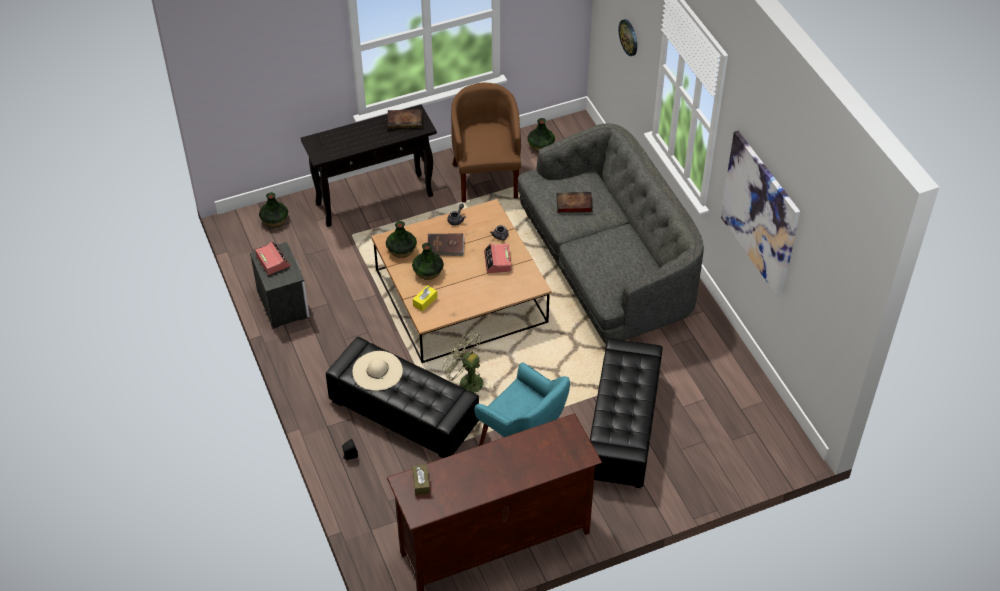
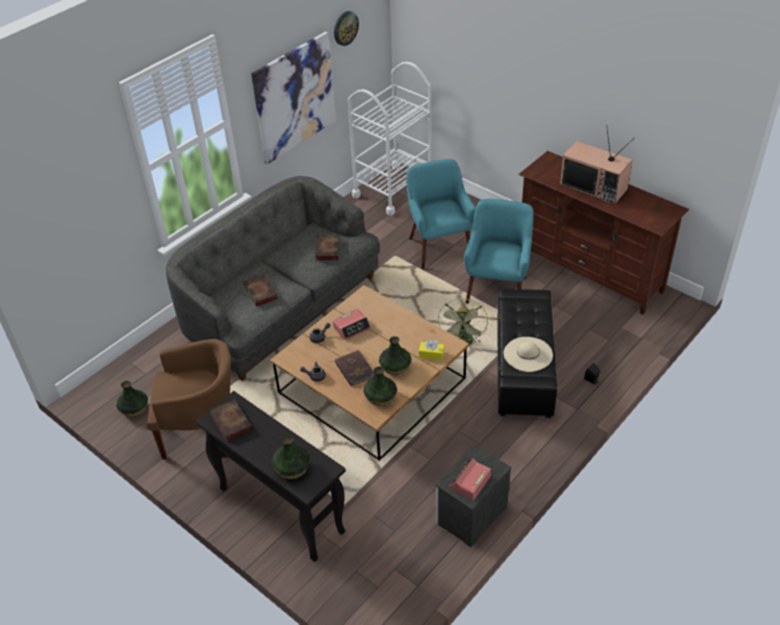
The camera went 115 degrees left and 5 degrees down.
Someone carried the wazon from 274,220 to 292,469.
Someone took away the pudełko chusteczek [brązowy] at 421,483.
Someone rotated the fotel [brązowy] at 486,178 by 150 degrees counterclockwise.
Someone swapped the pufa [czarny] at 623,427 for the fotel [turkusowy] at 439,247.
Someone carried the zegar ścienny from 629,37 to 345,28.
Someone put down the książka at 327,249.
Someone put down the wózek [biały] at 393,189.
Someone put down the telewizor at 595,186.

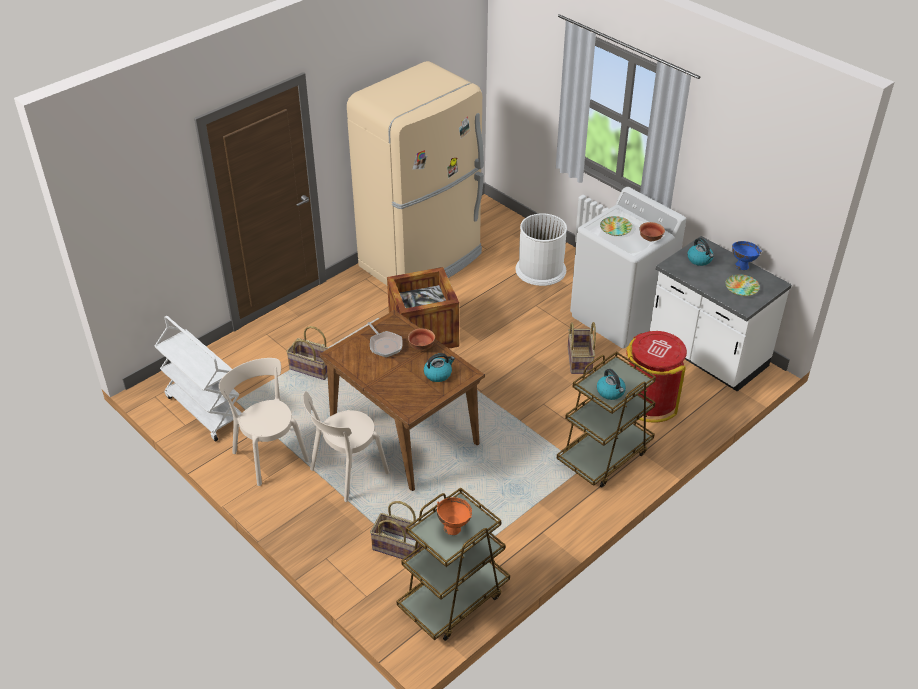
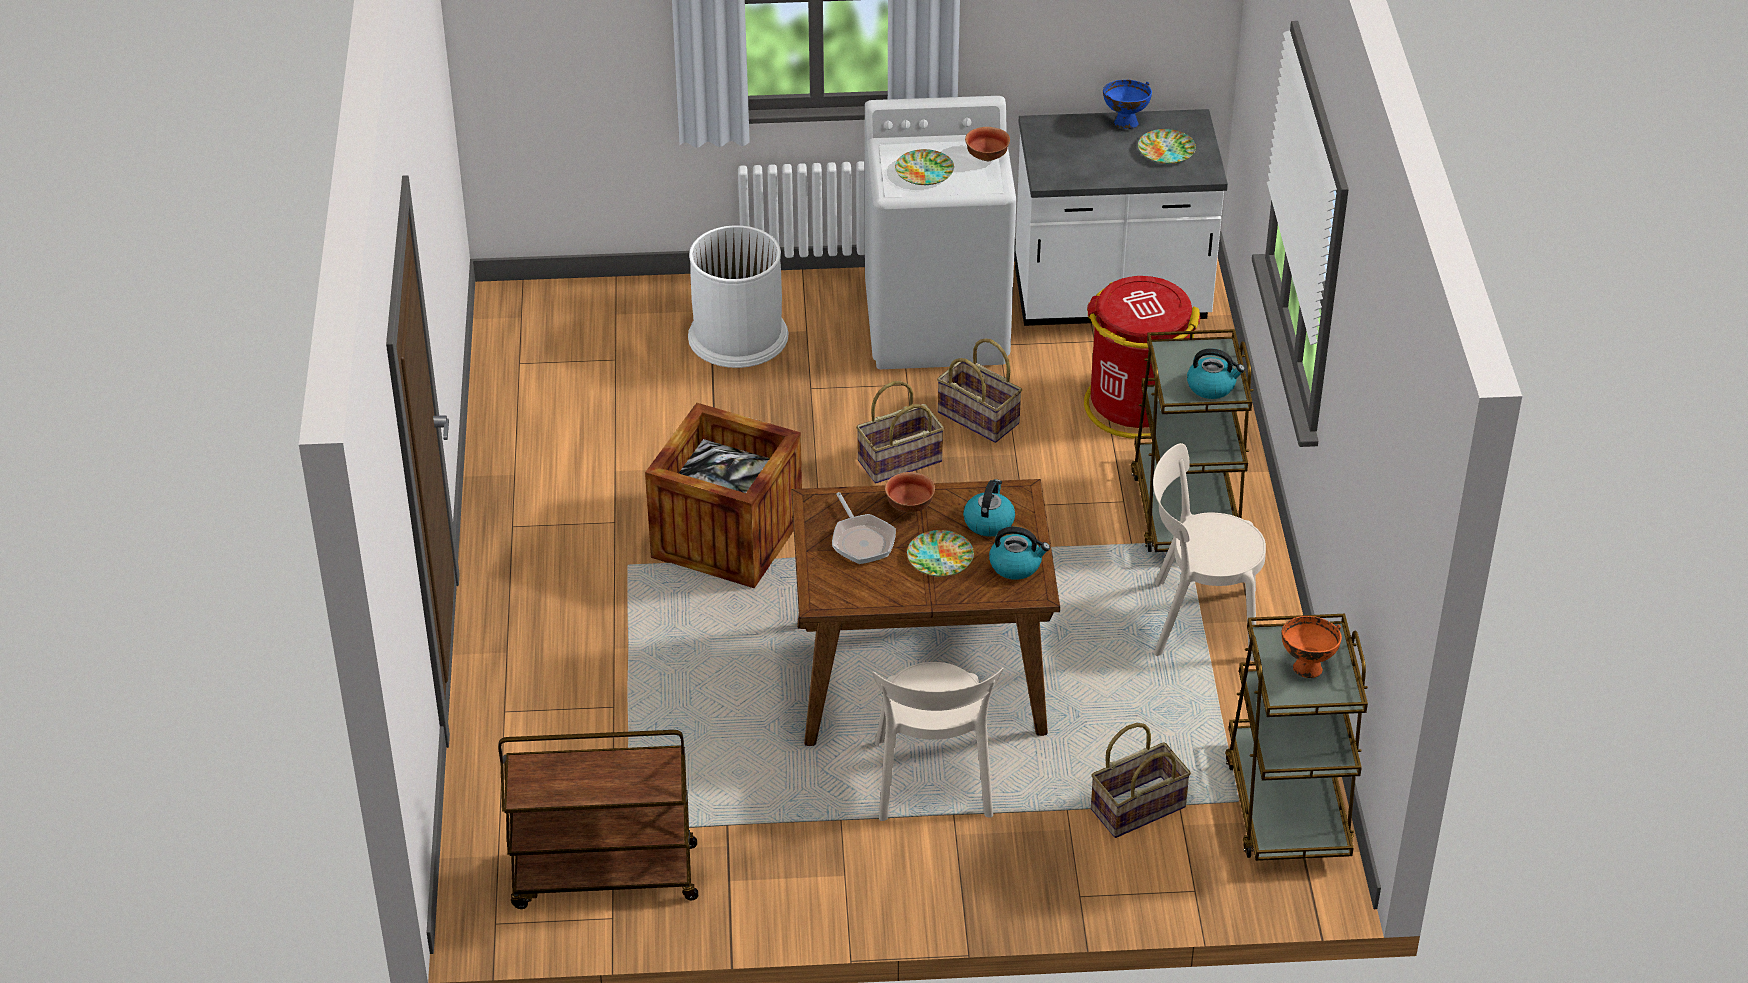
The camera went 50 degrees left and 0 degrees up.
Someone repainted the wózek [biały] at 204,410, which became the wózek [brązowy] at 603,877.
Someone carried the krzesło [beżowy] from 269,454 to 1197,621.
Someone carried the koszyk from 311,368 to 900,462.
Someone took away the lodówka [beżowy] at 422,260.
Someone rotated the patelnia at 384,345 by 60 degrees clockwise.
Someone carried the czajnik from 700,260 to 1016,565.
Someone put down the talerz at 939,558.

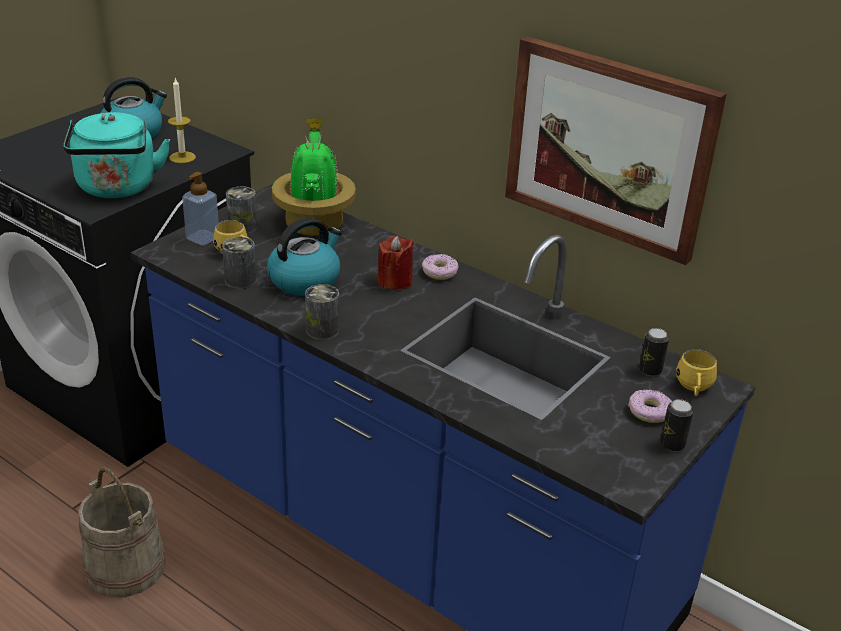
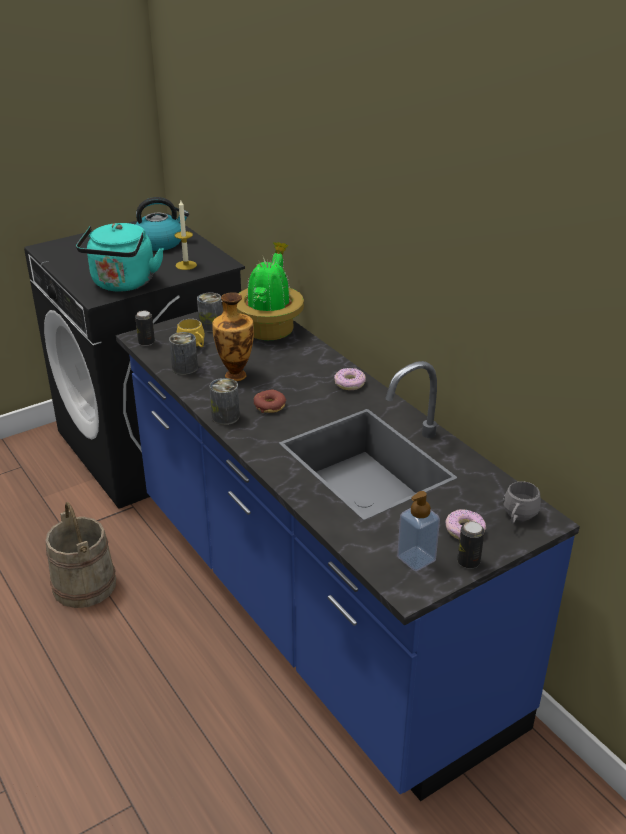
The camera went 20 degrees right and 0 degrees up.
Someone carried the dozownik mydła from 202,238 to 416,559.
Someone swapped the czajnik at 305,279 for the wazon at 235,374.
Someone took away the świeca [czerwony] at 395,281.
Someone took away the obraz at 608,147.
Someone carried the puszka from 650,370 to 146,342.
Someone repainted the kubek [żółty] at 693,389, which became the kubek [szary] at 518,518.
Someone put down the donut at 270,406.

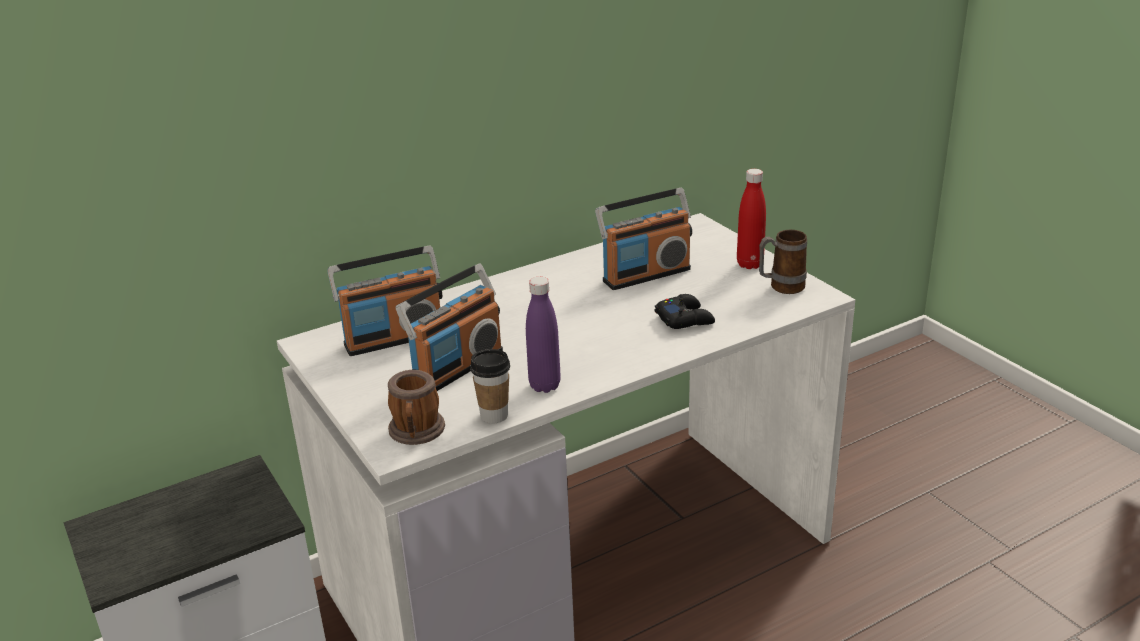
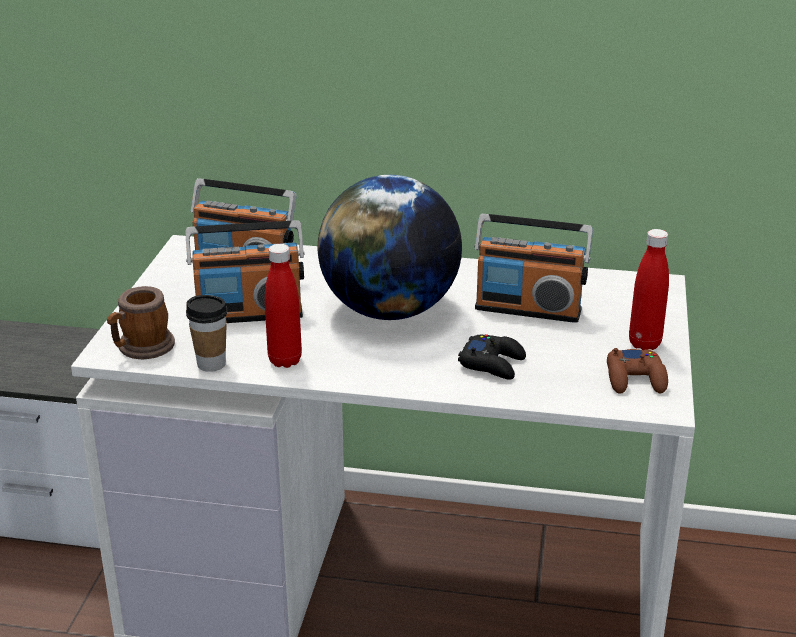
The camera went 40 degrees right and 0 degrees up.
Someone repainted the butelka [fioletowy] at 544,385, which became the butelka [czerwony] at 285,360.
Someone swapped the kubek at 780,287 for the pad do gier [brązowy] at 635,379.
Someone put down the globus at 389,311.

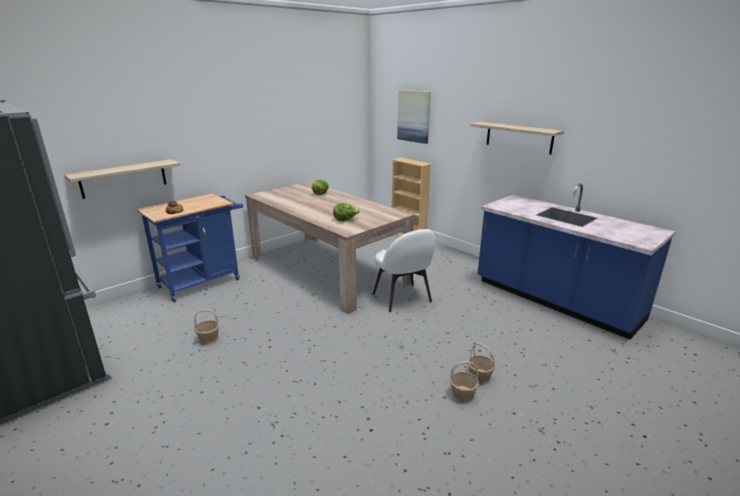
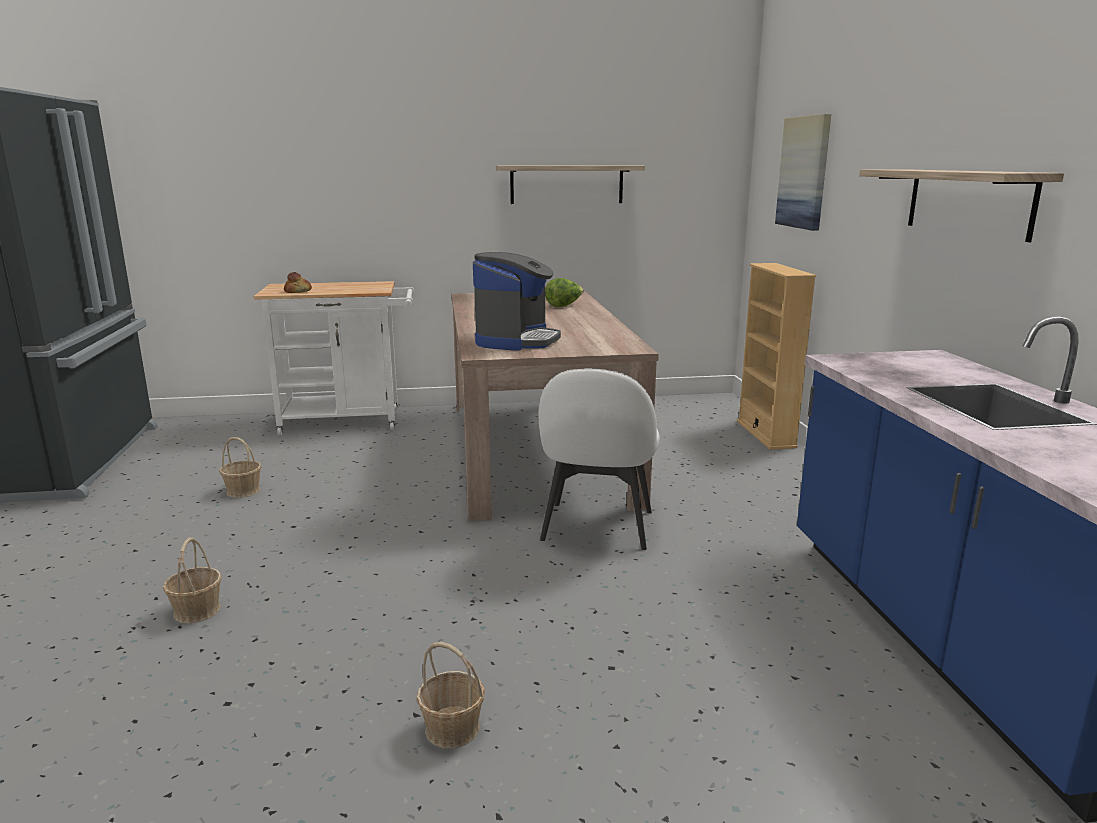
The camera went 35 degrees right and 5 degrees down.
Someone carried the półka from 124,178 to 566,184.
Someone repainted the wózek [niebieski] at 204,281, which became the wózek [biały] at 349,421.
Someone swapped the sałata at 345,220 for the ekspres do kawy at 516,340.
Someone carried the koszyk from 479,377 to 197,611.

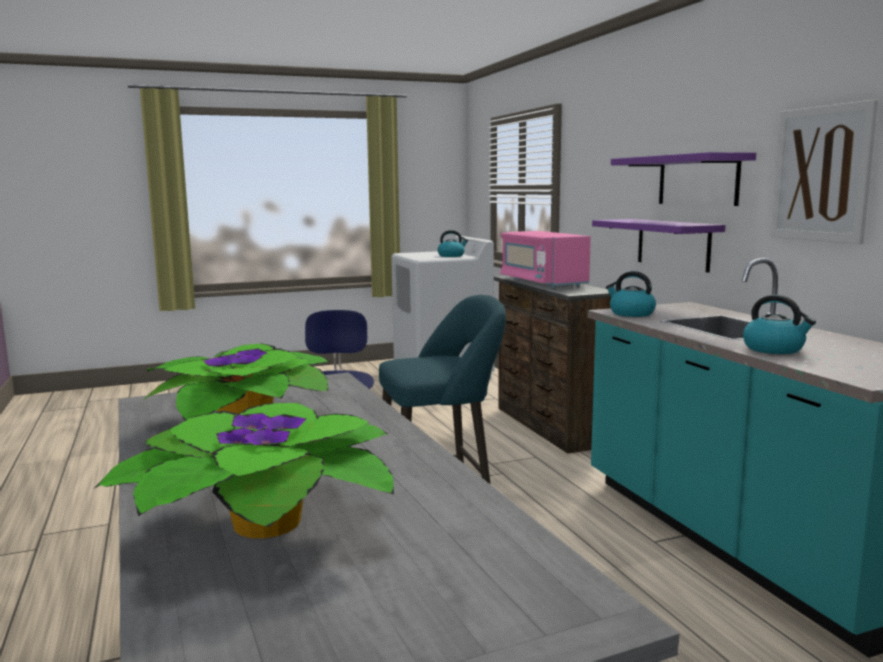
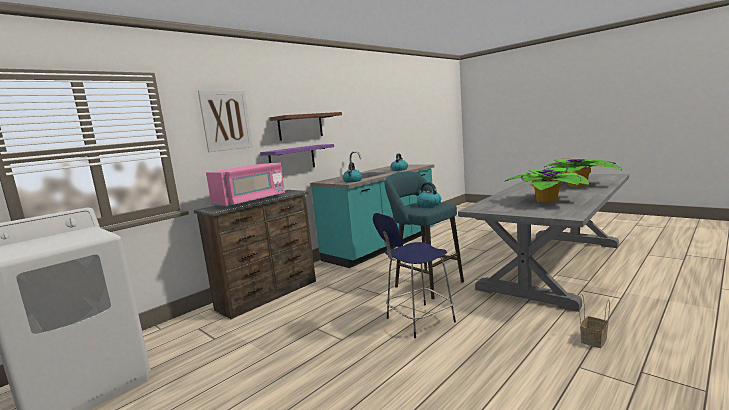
The camera went 115 degrees left and 0 degrees up.
Someone carried the czajnik from 451,256 to 428,204.
Someone repainted the półka [fioletowy] at 697,180, which became the półka [brązowy] at 300,126.
Someone carried the obraz from 821,174 to 226,120.
Someone put down the koszyk at 593,339.

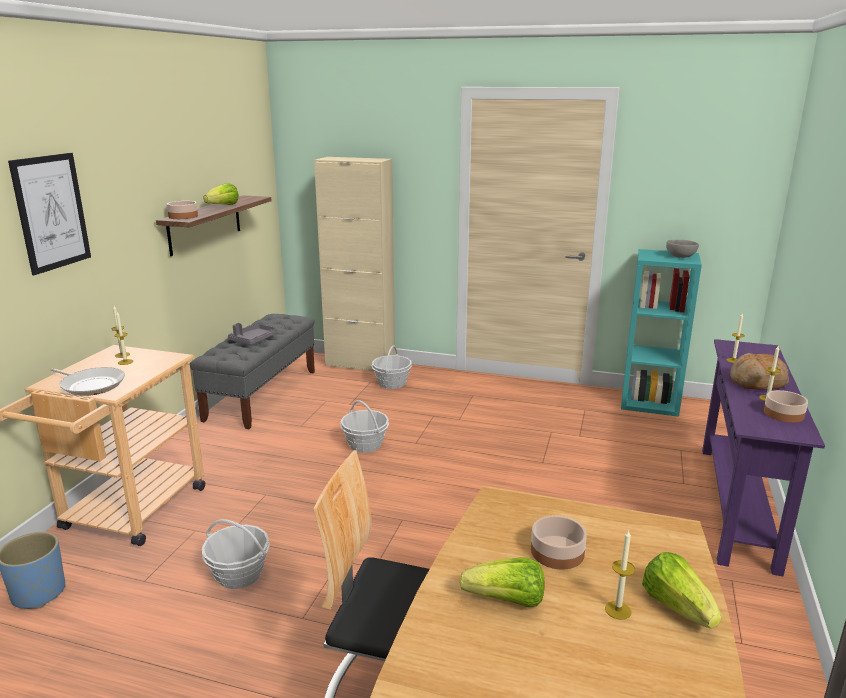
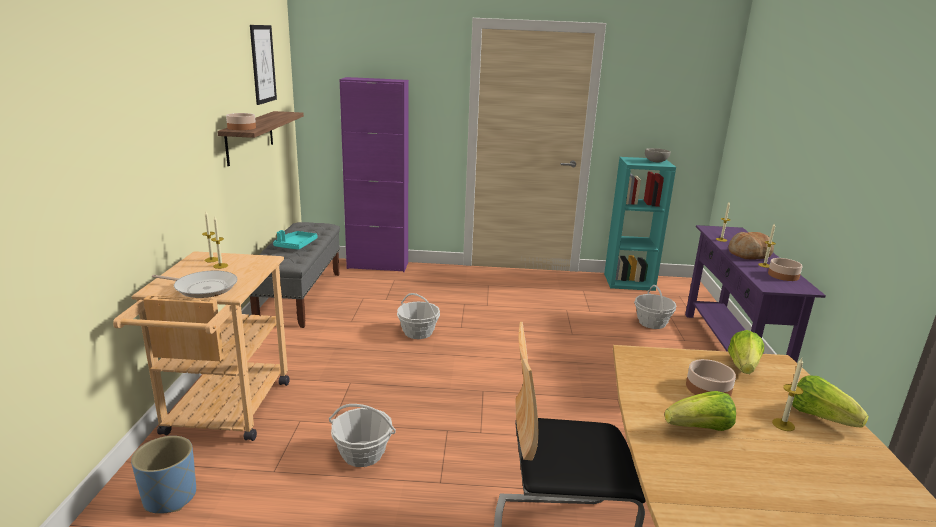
The camera went 15 degrees left and 0 degrees up.
Someone carried the obraz from 51,212 to 263,64.
Someone carried the sałata from 223,206 to 743,367.
Someone repainted the taca [szary] at 253,340, which became the taca [turkusowy] at 296,245.
Someone repainted the szafka [beżowy] at 360,364, which became the szafka [fioletowy] at 377,265.
Someone carried the koszyk from 392,383 to 652,323.

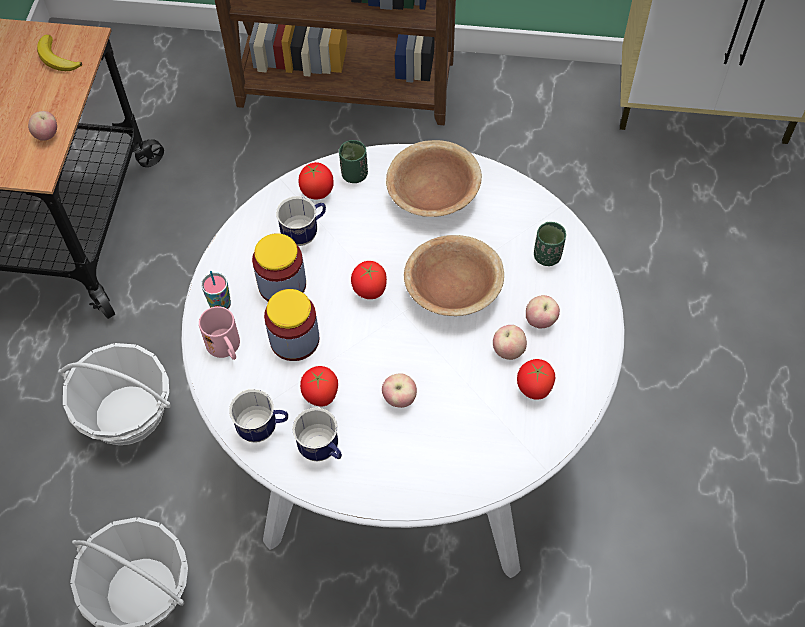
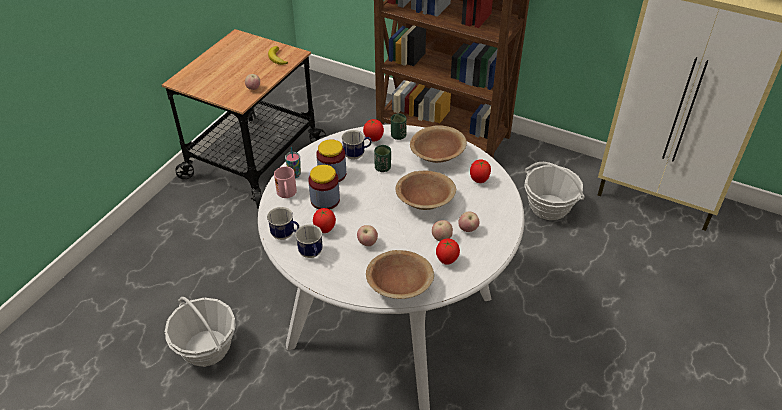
The camera went 20 degrees right and 15 degrees down.
Someone carried the koszyk from 128,415 to 549,207.
Someone carried the pomidor from 369,292 to 479,180.
Someone carried the filiżanka [zielony] from 547,256 to 382,168.
Someone put down the miska [brązowy] at 399,286.

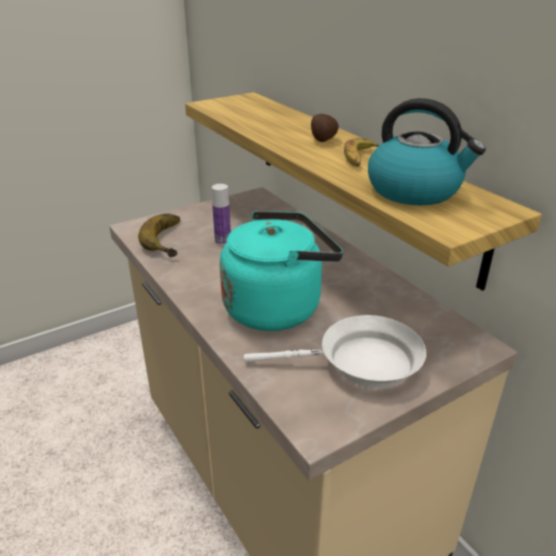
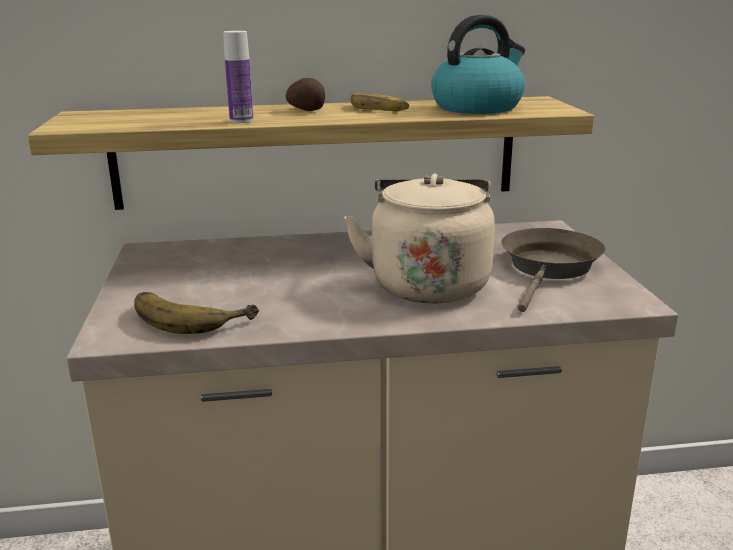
The camera went 65 degrees left and 10 degrees down.
Someone carried the butelka from 223,241 to 241,121.
Someone repainted the czajnik [turkusowy] at 277,307, which became the czajnik [beżowy] at 428,283.
Someone repainted the patelnia [biały] at 361,363, which became the patelnia [brązowy] at 549,268.

